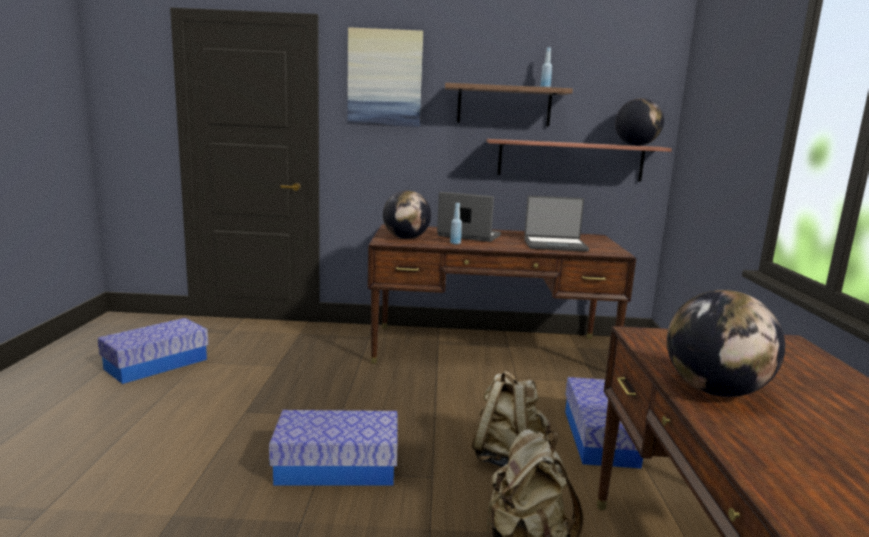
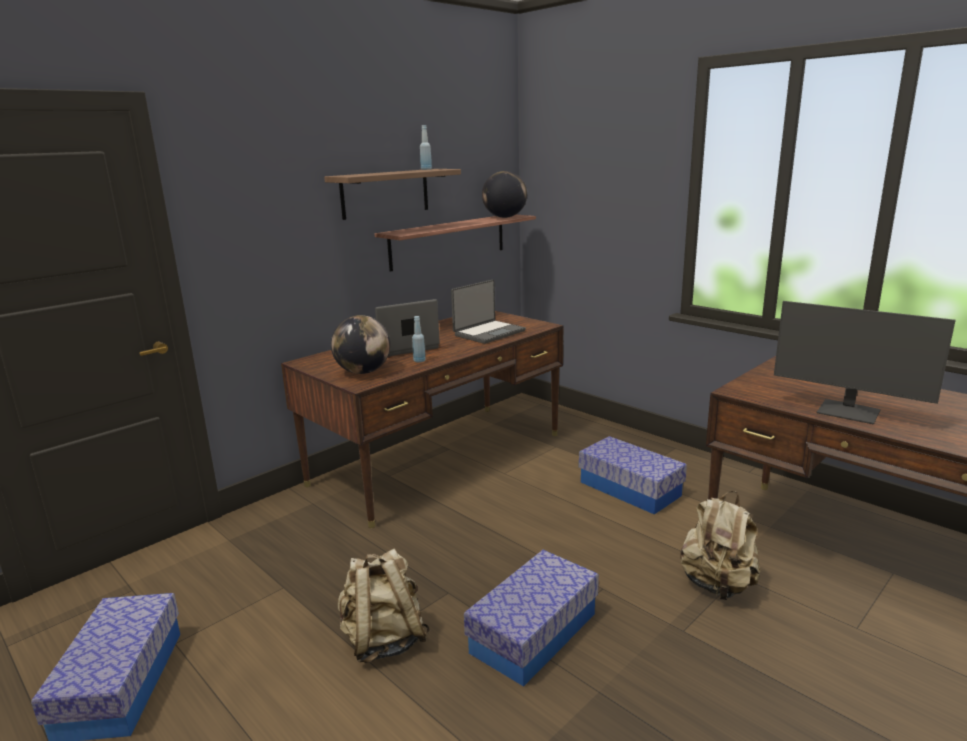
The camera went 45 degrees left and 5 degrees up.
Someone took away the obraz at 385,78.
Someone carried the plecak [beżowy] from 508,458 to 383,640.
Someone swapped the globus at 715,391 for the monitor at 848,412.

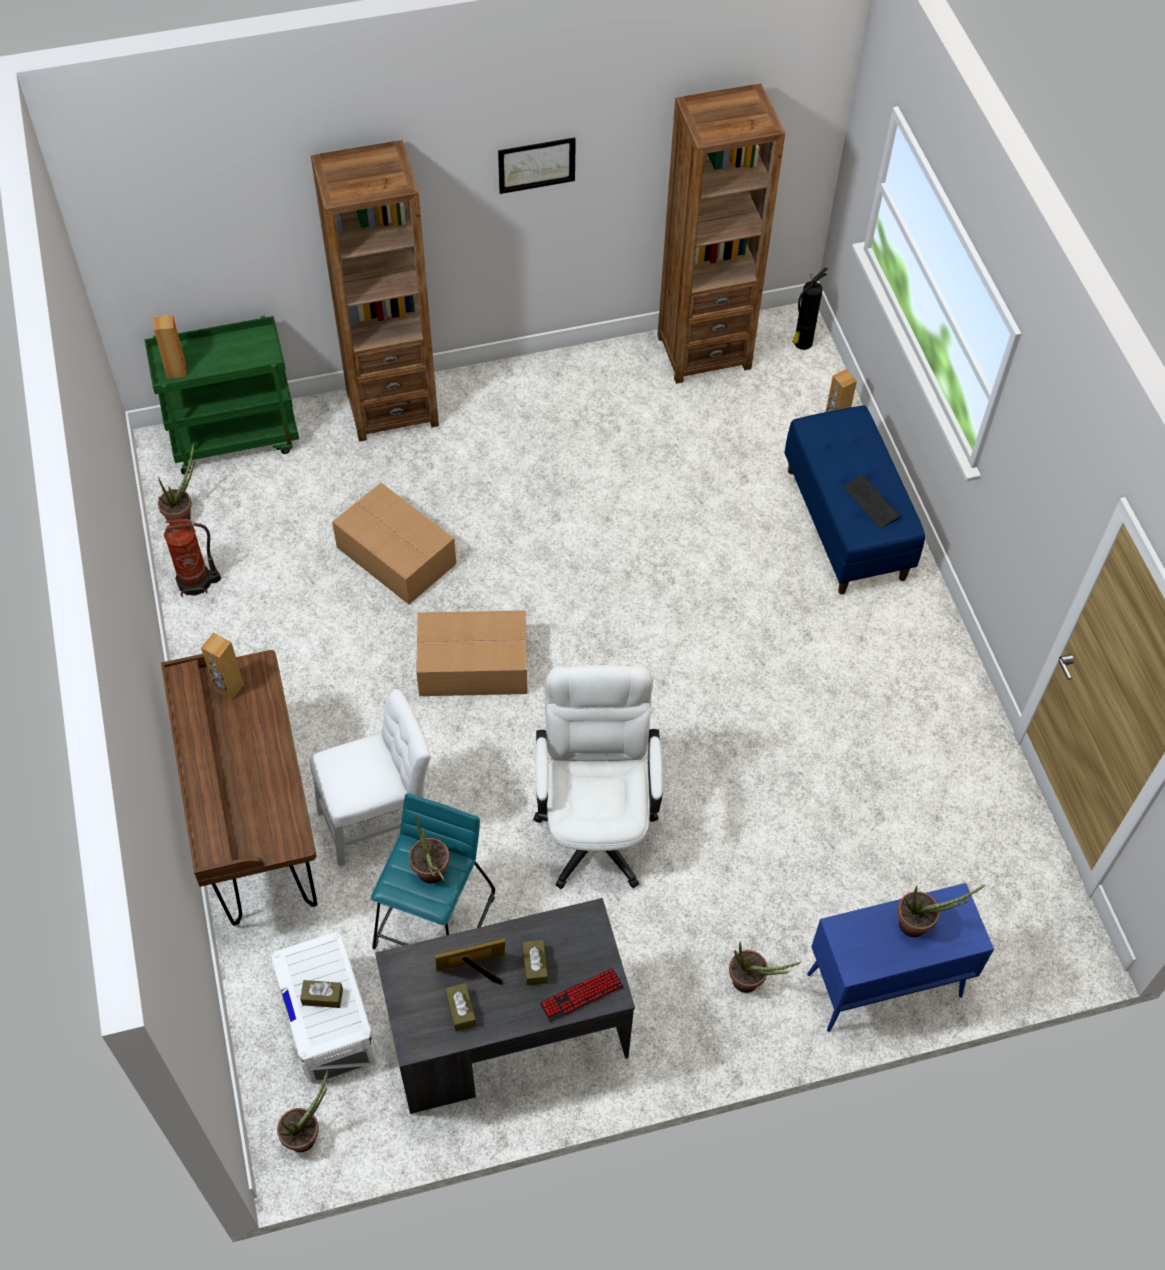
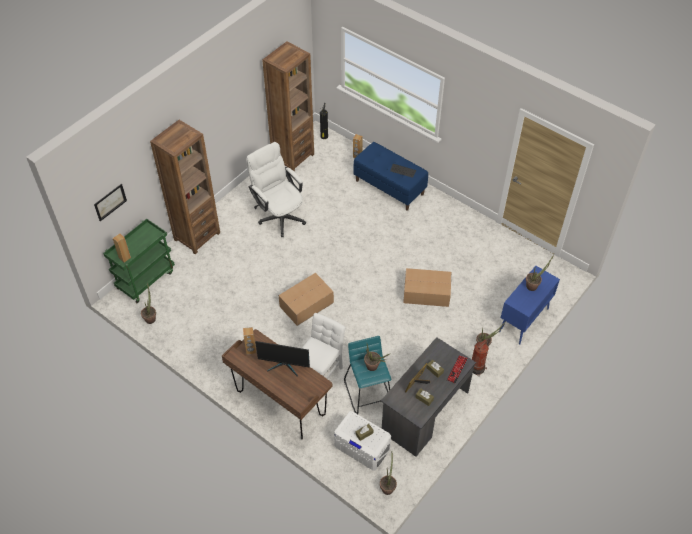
The camera went 35 degrees left and 5 degrees down.
Someone carried the gaśnica from 196,582 to 477,367.
Someone carried the karton from 397,557 to 427,293.
Someone carried the obraz from 536,165 to 110,202.
Someone carried the krzesło biurowe [biały] from 596,823 to 279,215.
Someone put down the monitor at 284,365.

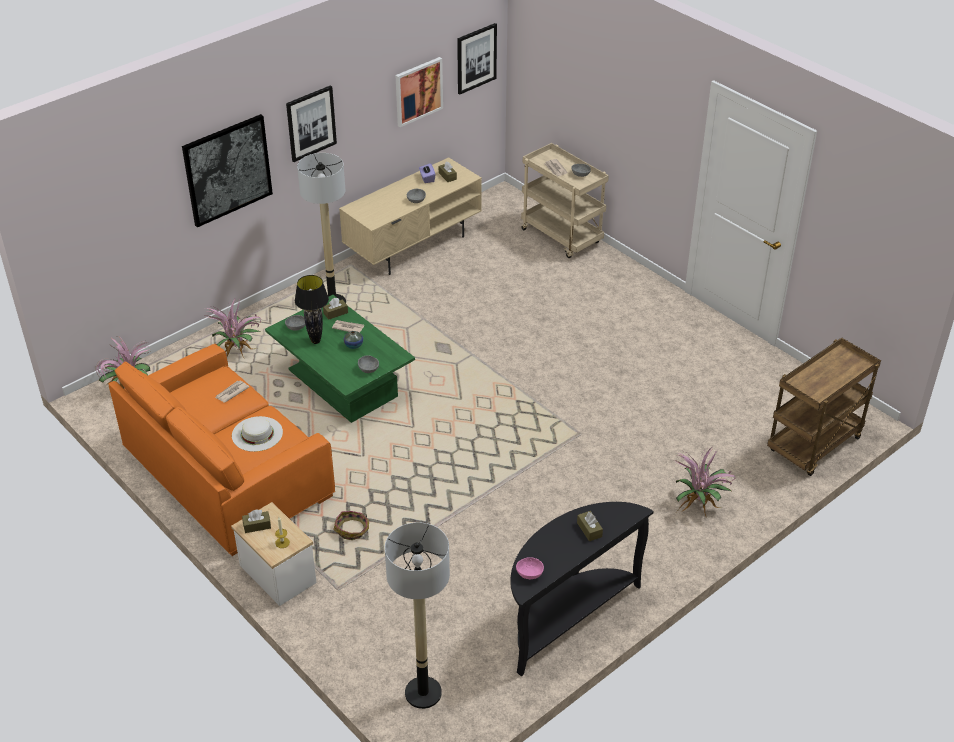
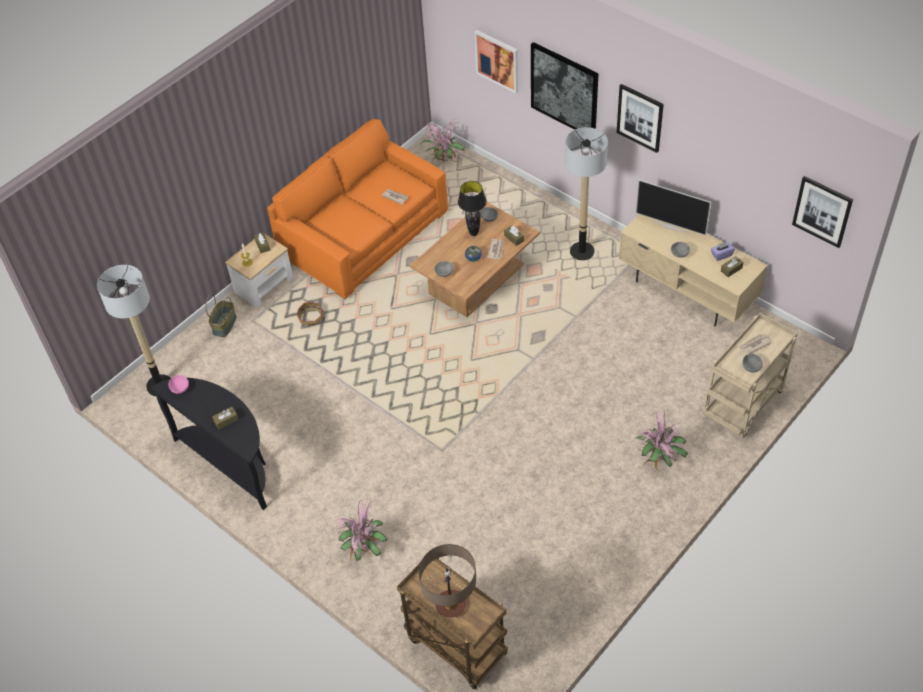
The camera went 85 degrees right and 10 degrees up.
Someone carried the roślina doniczkowa from 238,351 to 659,459.
Someone took away the kapelusz [biały] at 257,434.
Someone repainted the ława [zielony] at 342,383, which became the ława [brązowy] at 477,279.
Someone carried the obraz from 418,91 to 497,60.
Someone put down the koszyk at 224,324.
Someone put down the lampa stołowa at 450,605.
Someone put down the telewizor at 671,226.

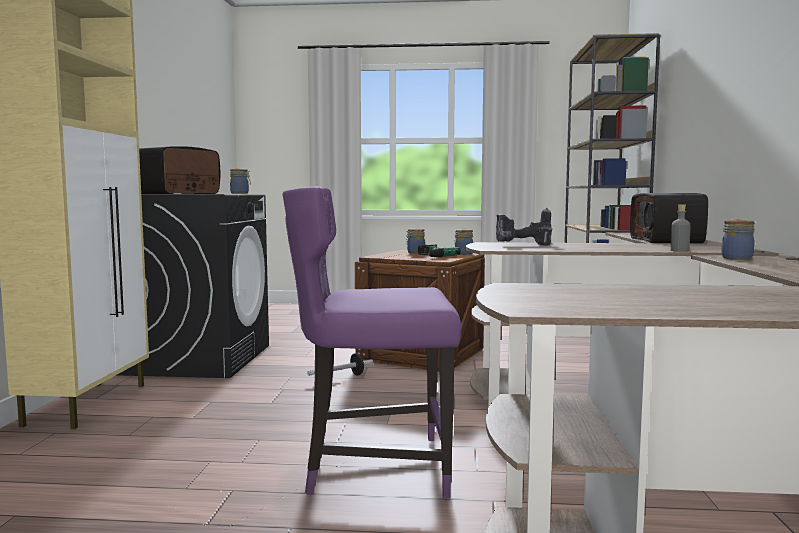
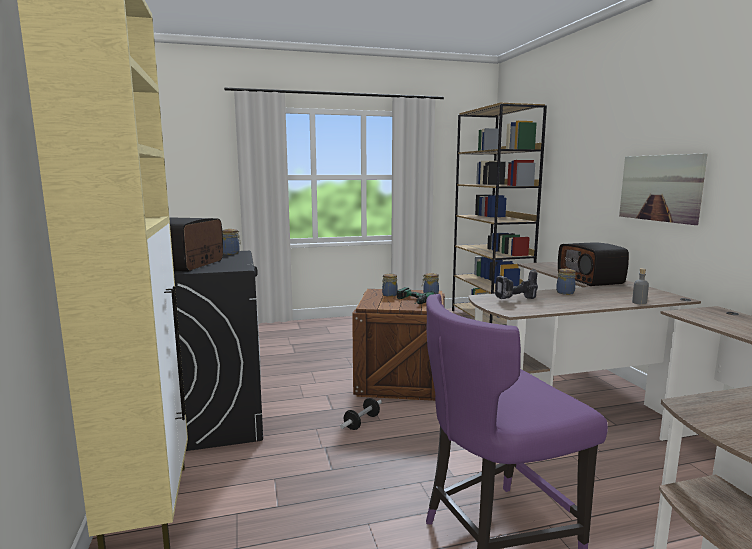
The camera went 20 degrees left and 5 degrees up.
Someone carried the słoik from 738,258 to 565,292.
Someone put up the obraz at 660,188.

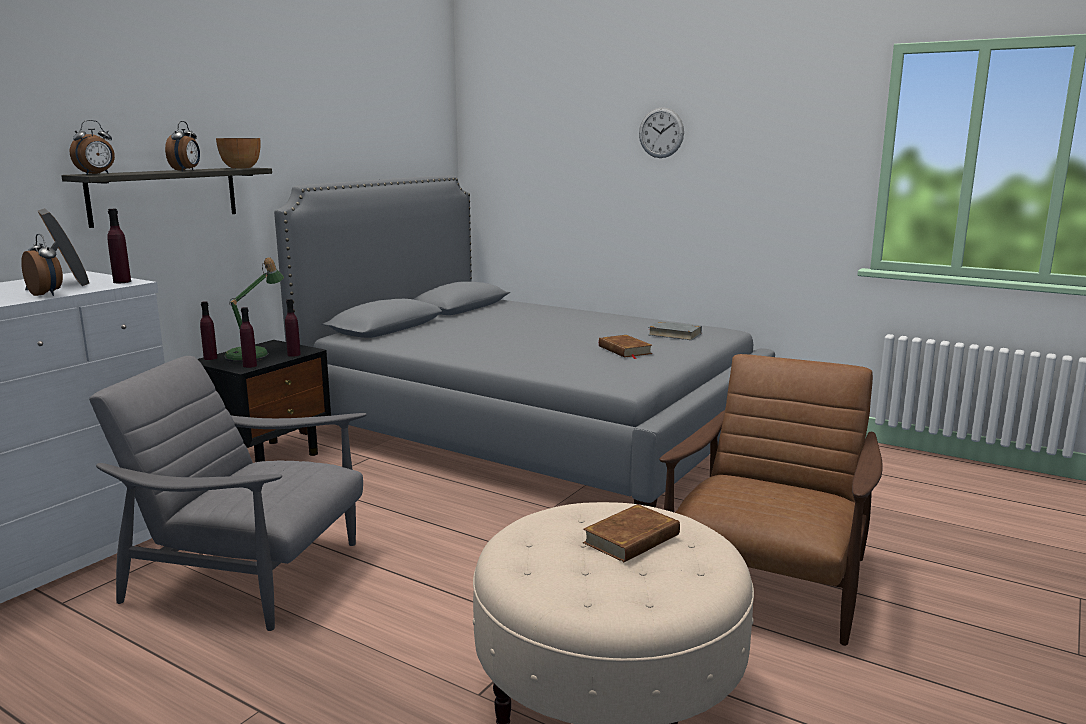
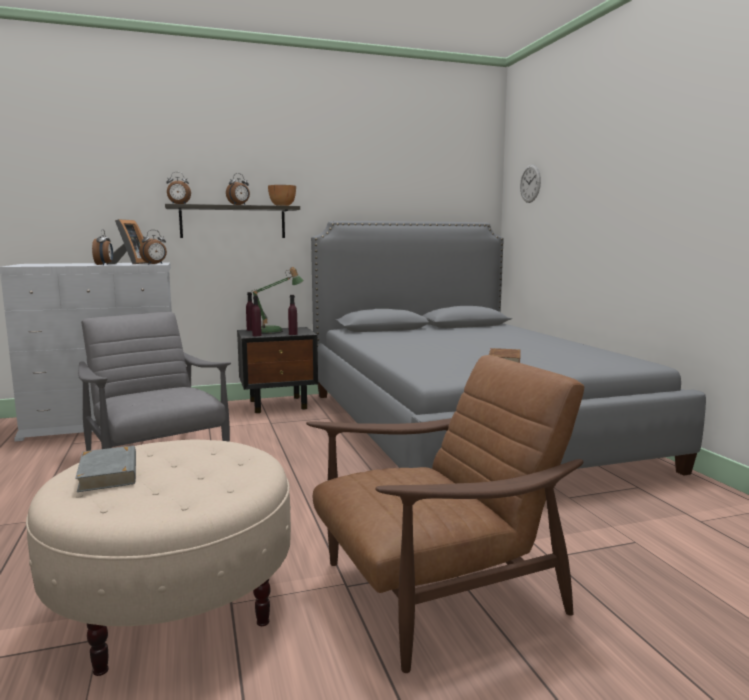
The camera went 40 degrees right and 5 degrees down.
Someone swapped the butelka [fioletowy] at 122,282 for the budzik at 155,264.
Someone took away the książka [brązowy] at 632,539.
Someone carried the zegar ścienny from 661,133 to 530,183.
Someone carried the książka [szary] from 674,334 to 109,473.

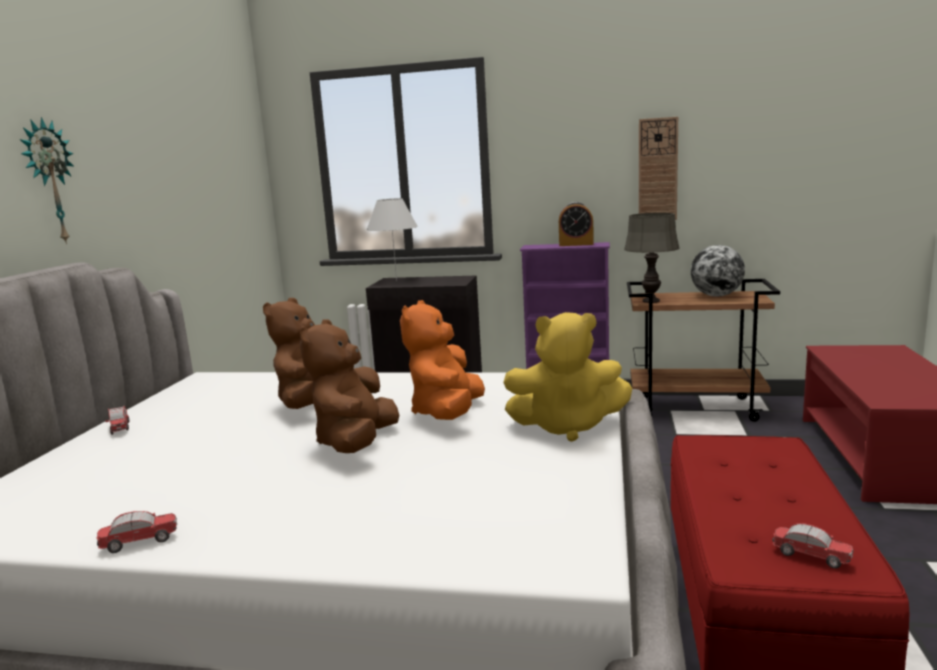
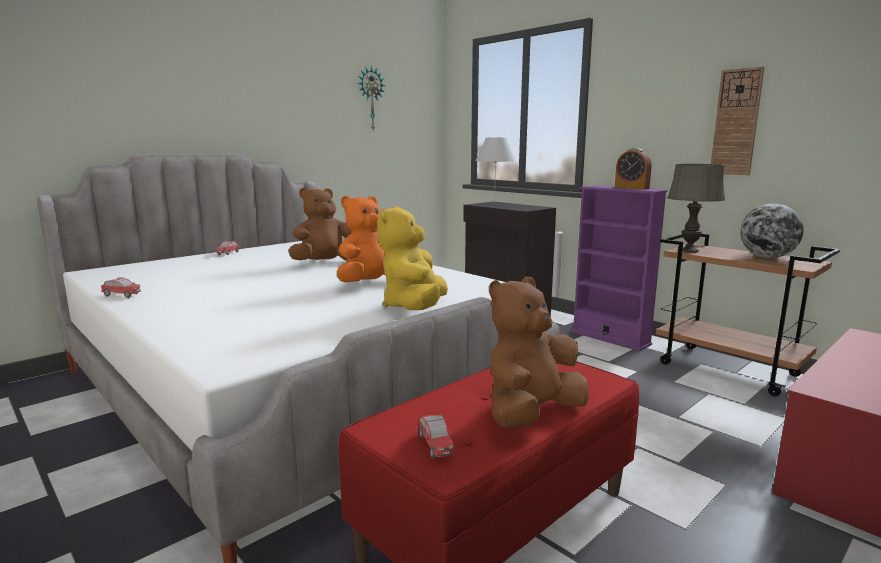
The camera went 35 degrees right and 0 degrees up.
Someone carried the zegar ścienny from 49,182 to 370,99.
Someone carried the pluszak [brązowy] from 356,443 to 531,414.
Someone rotated the pluszak [żółty] at 567,427 by 60 degrees clockwise.

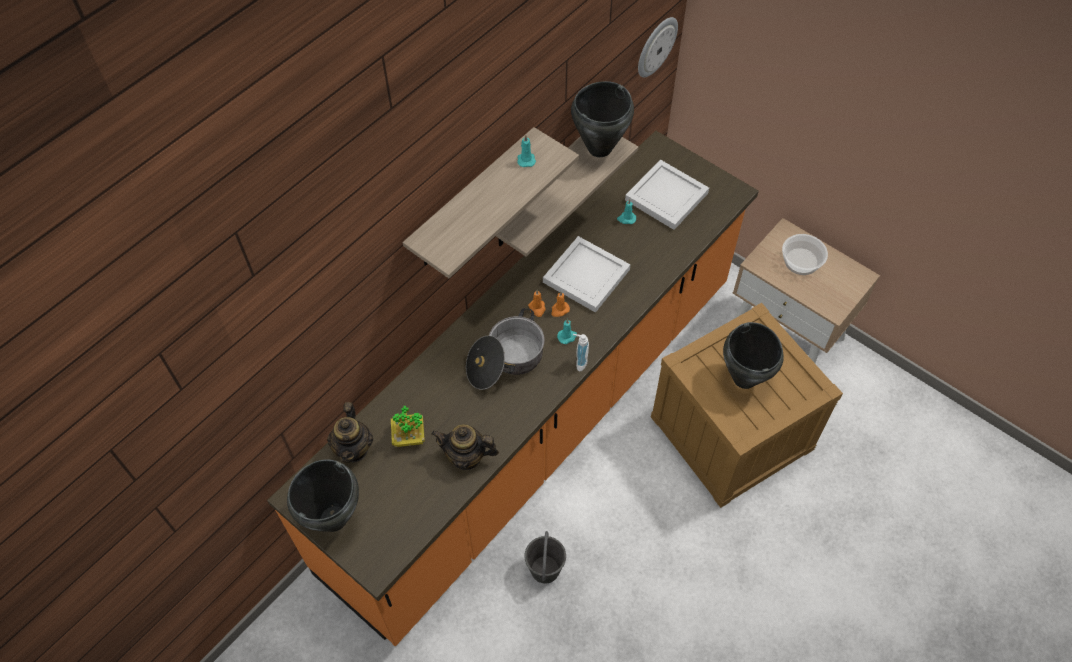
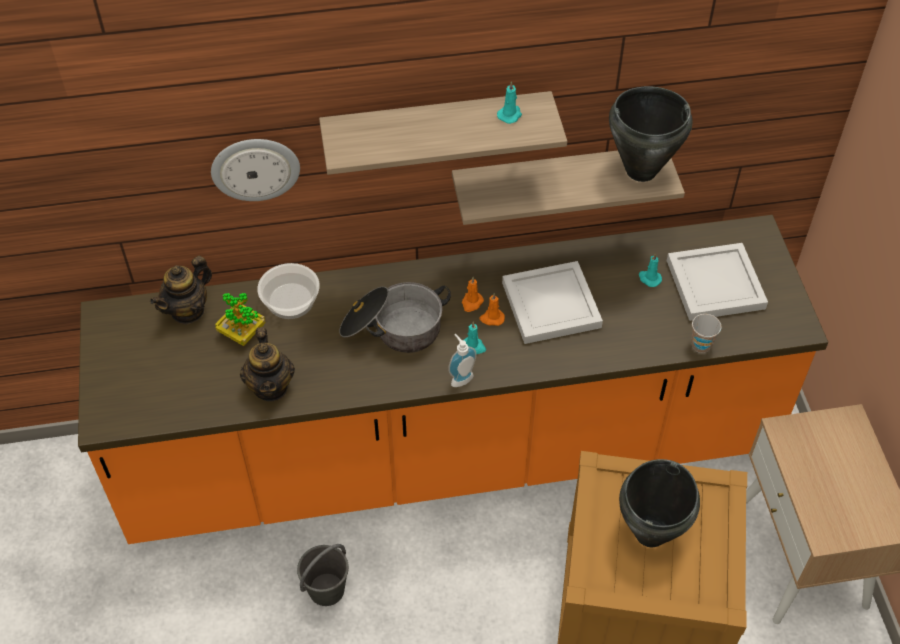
The camera went 40 degrees right and 5 degrees down.
Someone took away the garnek [czarny] at 333,519.
Someone rotated the imbryk at 466,457 by 150 degrees counterclockwise.
Someone carried the zegar ścienny from 656,46 to 255,168.
Someone carried the miska from 801,261 to 291,300.
Someone put down the filiżanka at 701,345.

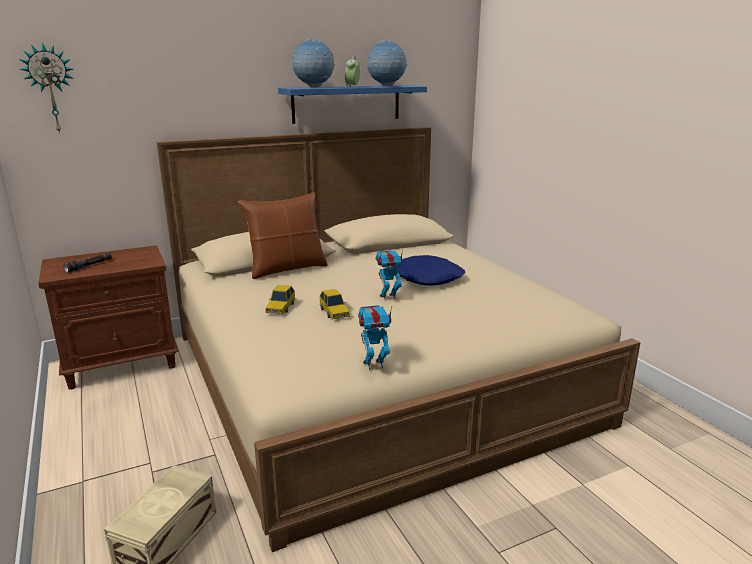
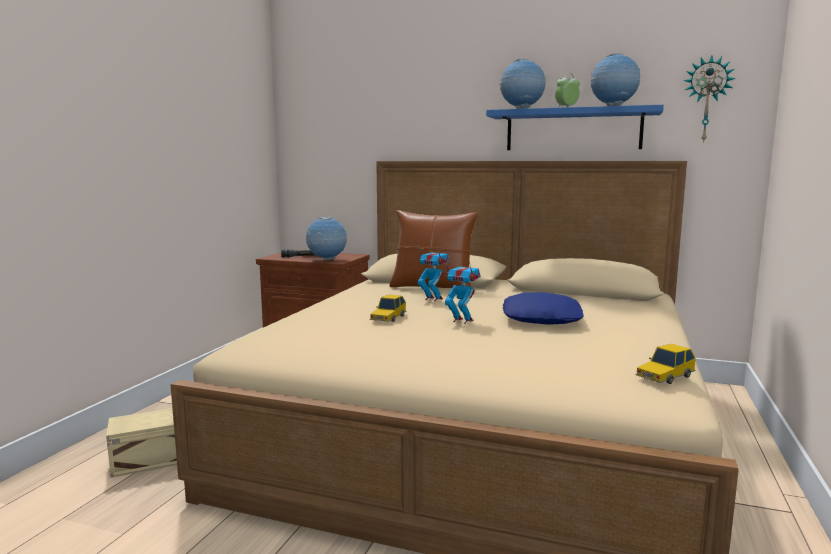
The camera went 45 degrees right and 10 degrees down.
Someone carried the zegar ścienny from 51,89 to 707,99.
Someone carried the samochodzik from 280,308 to 665,376.
Someone carried the robot zabawkowy from 374,364 to 433,299.
Someone put down the globus at 327,260.

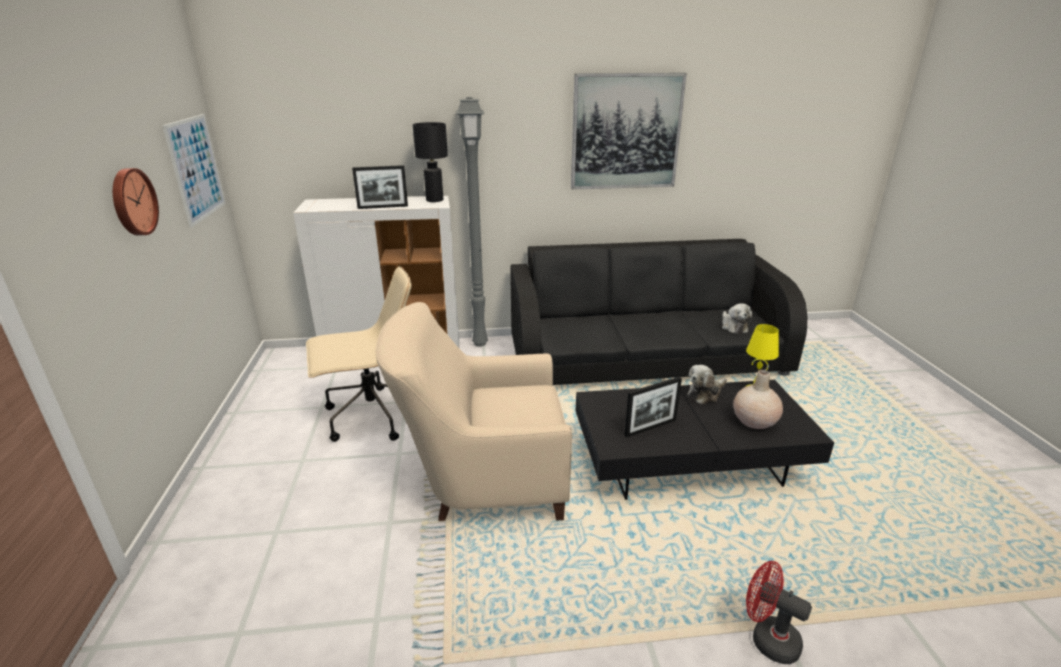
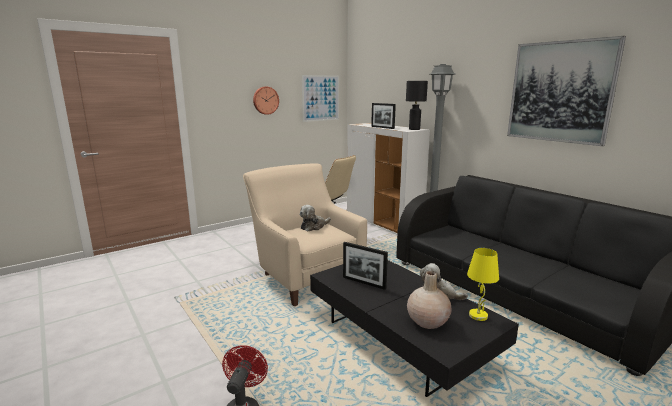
The camera went 60 degrees right and 10 degrees down.
Someone carried the pluszak from 733,326 to 314,227.

